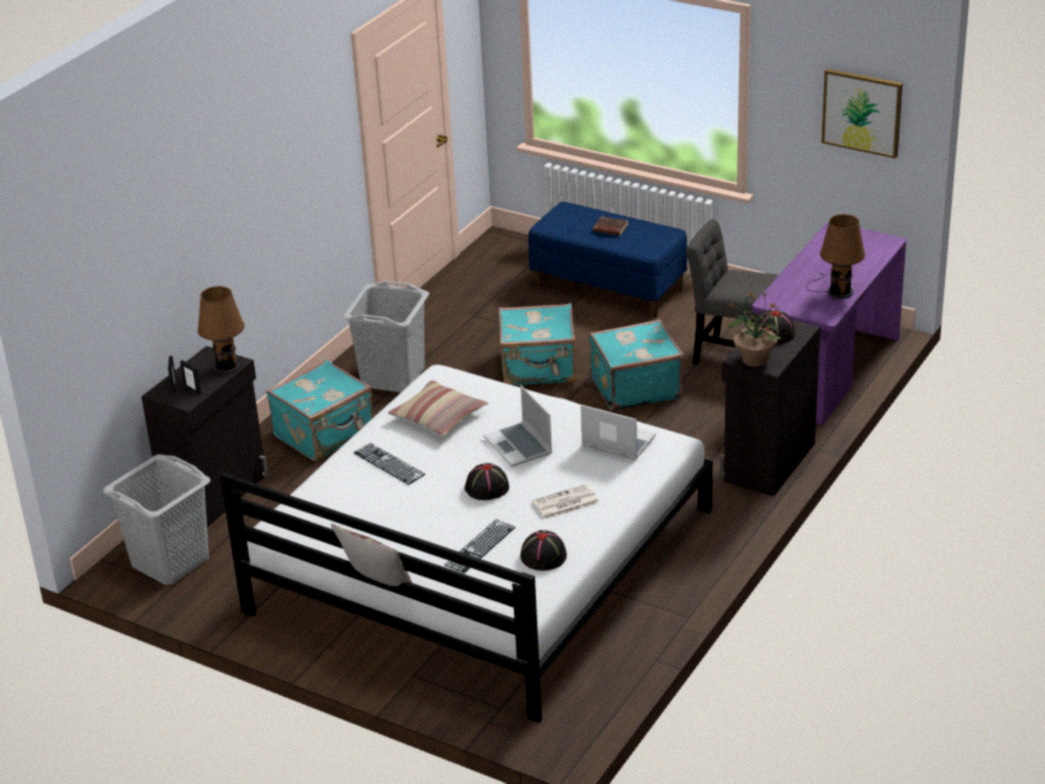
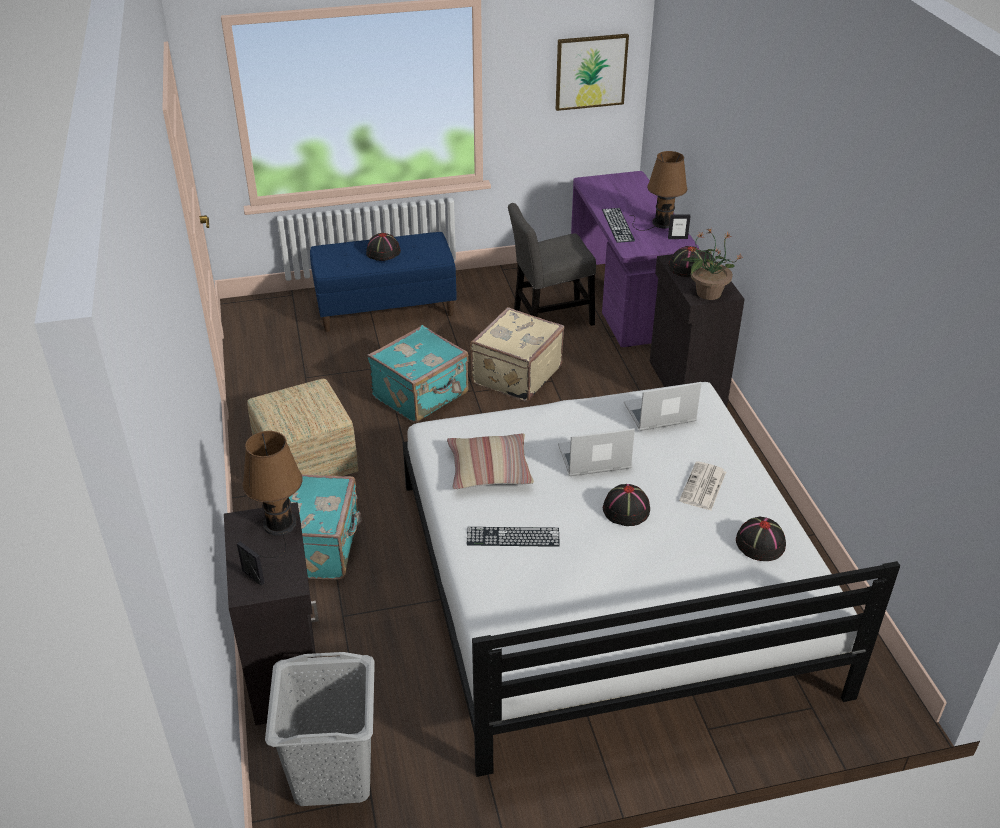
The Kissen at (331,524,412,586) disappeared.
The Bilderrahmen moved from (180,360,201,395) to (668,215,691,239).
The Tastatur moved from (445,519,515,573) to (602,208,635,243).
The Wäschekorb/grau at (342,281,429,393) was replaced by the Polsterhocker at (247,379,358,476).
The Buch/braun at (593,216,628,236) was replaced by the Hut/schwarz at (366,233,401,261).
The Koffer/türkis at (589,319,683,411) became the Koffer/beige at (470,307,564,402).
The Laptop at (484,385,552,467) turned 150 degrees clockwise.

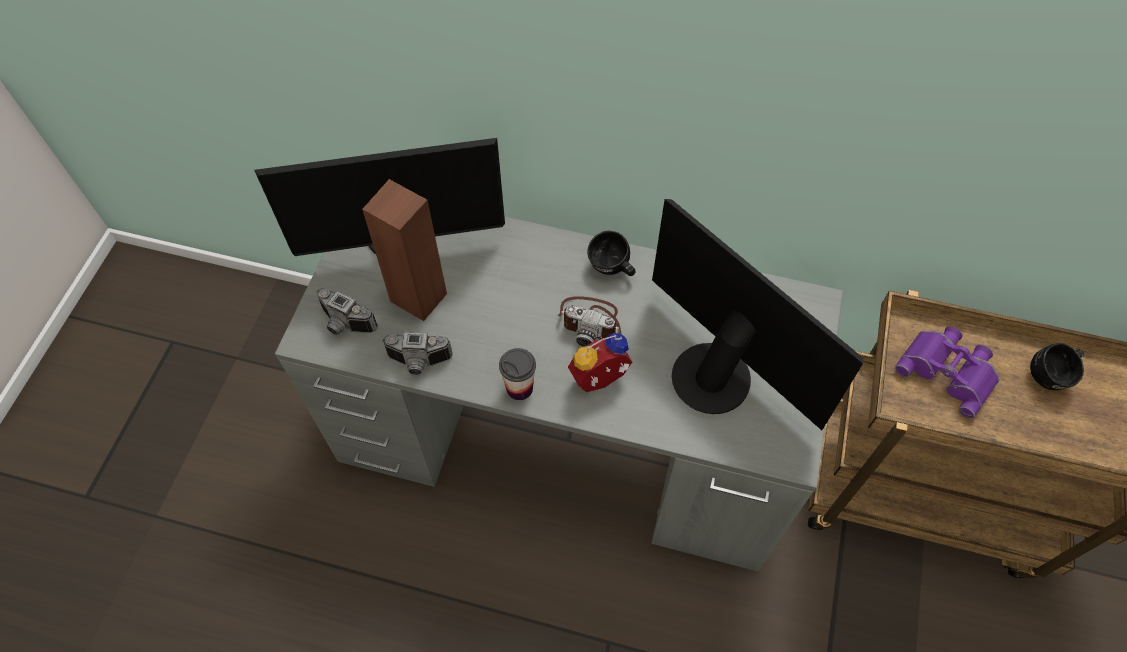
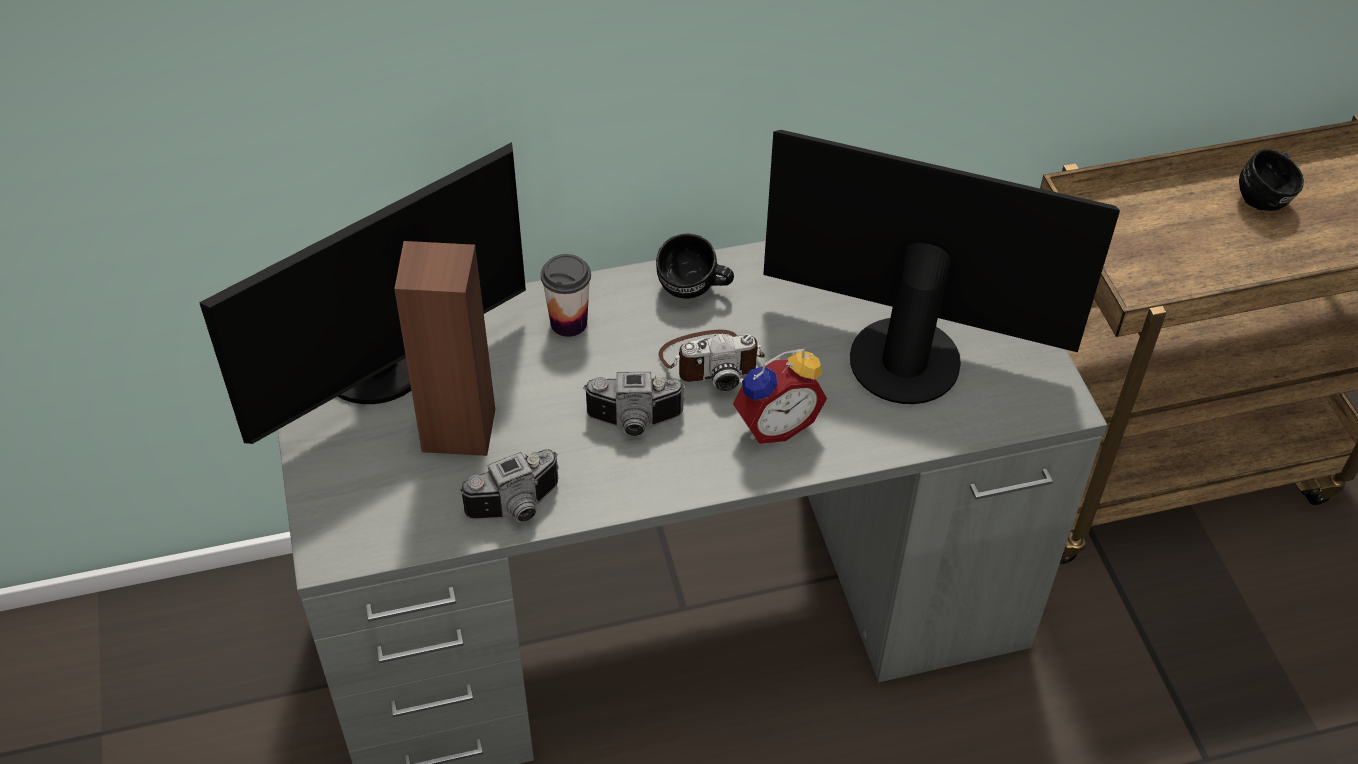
The Fernglas/lila at (895,326,999,418) disappeared.
The Kamera moved from (317,288,378,335) to (583,371,685,436).
The Tasse moved from (499,348,536,400) to (541,254,591,337).
The Wecker at (568,333,632,392) turned 150 degrees counterclockwise.

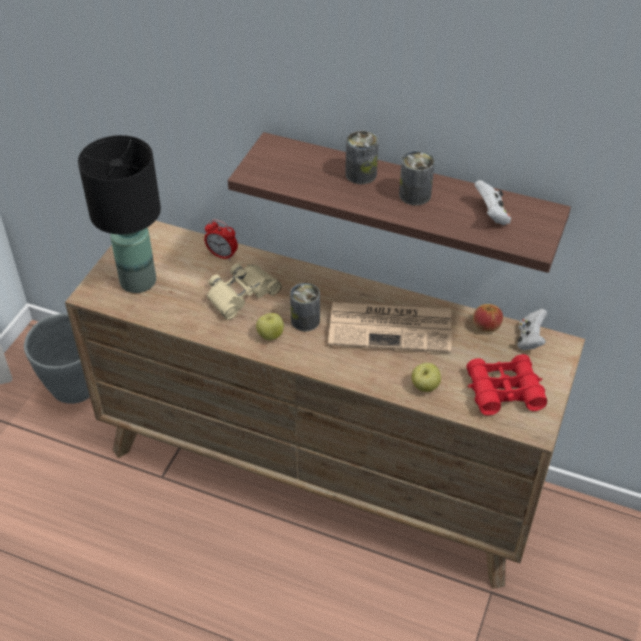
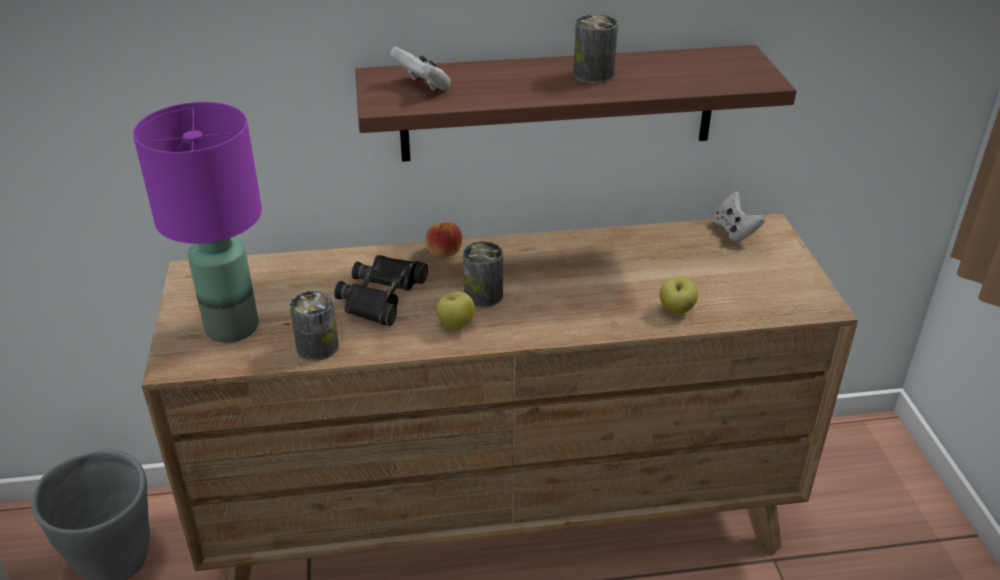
The Wecker at (204,219,238,260) disappeared.
The Zeitung at (328,302,451,353) disappeared.
The Fernglas/rot at (467,354,547,415) disappeared.
The Dose moved from (345,131,379,184) to (290,290,339,361).
The Apfel moved from (473,304,503,332) to (425,222,462,258).
The Gamepad/weiß moved from (474,180,511,225) to (390,47,451,91).
The Tischlampe/schwarz at (78,135,161,293) became the Tischlampe/lila at (133,102,262,343).
The Fernglas/beige at (207,263,281,320) became the Fernglas/schwarz at (334,255,428,326).

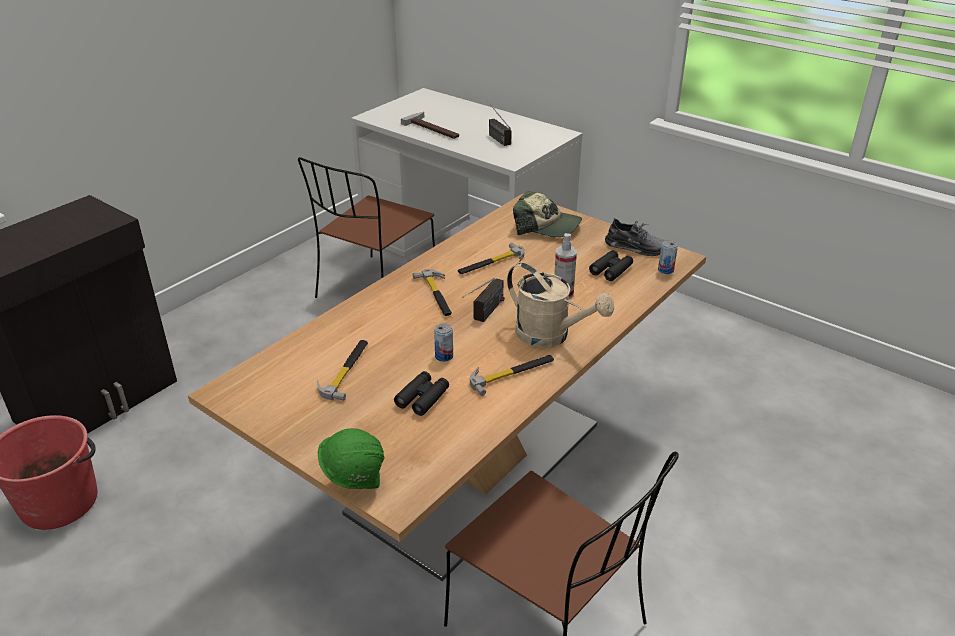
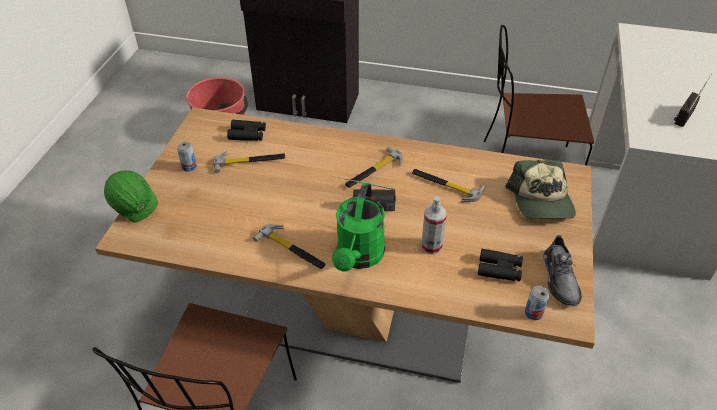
The Hammer at (401,112,459,139) disappeared.
The Fernglas/schwarz moved from (394,371,449,416) to (227,120,266,141).
The Dose moved from (434,323,453,362) to (177,142,197,172).
The Gießkanne/beige at (507,263,614,348) became the Gießkanne/grün at (332,183,385,272).

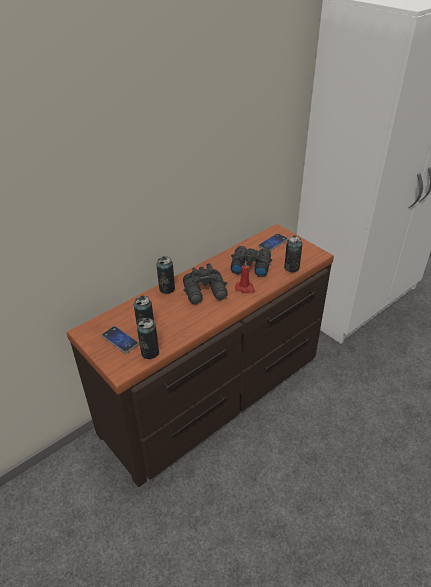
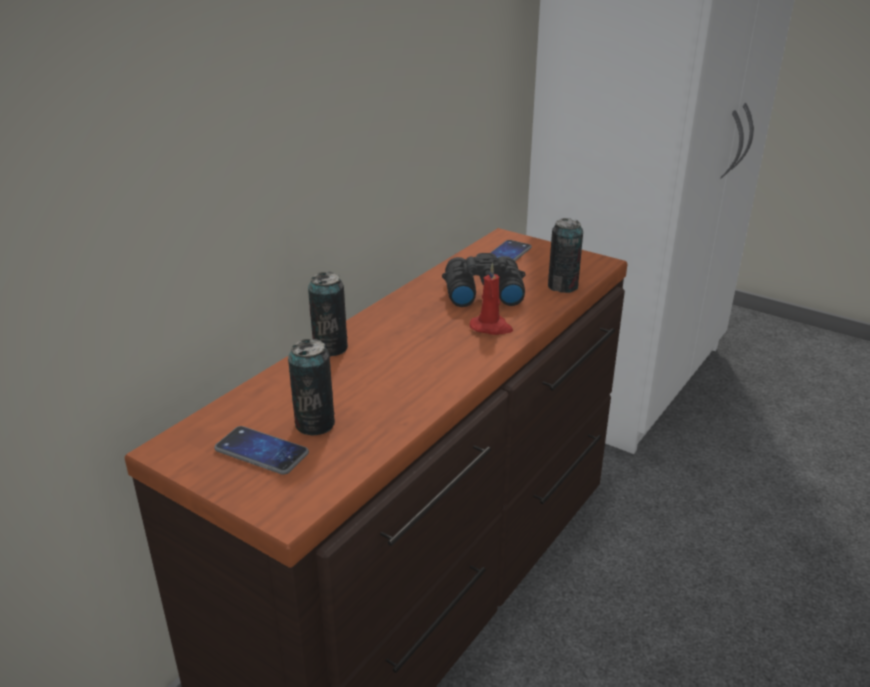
The Dose at (137,318,160,359) disappeared.
The Fernglas/schwarz at (183,263,228,304) disappeared.

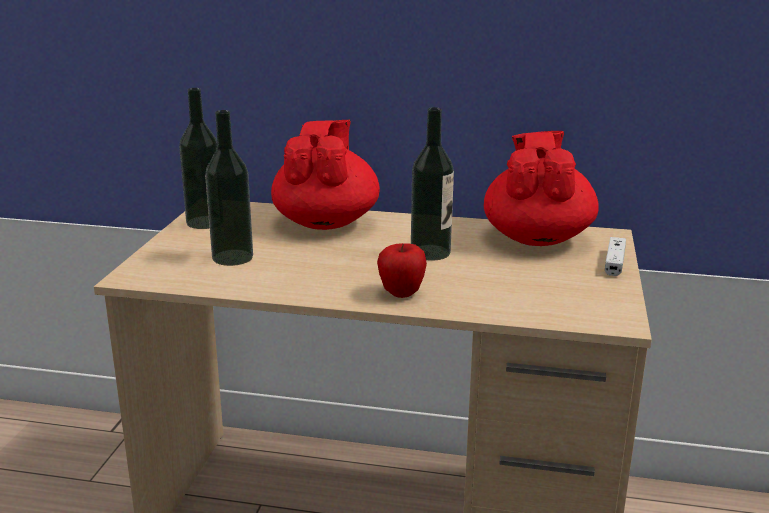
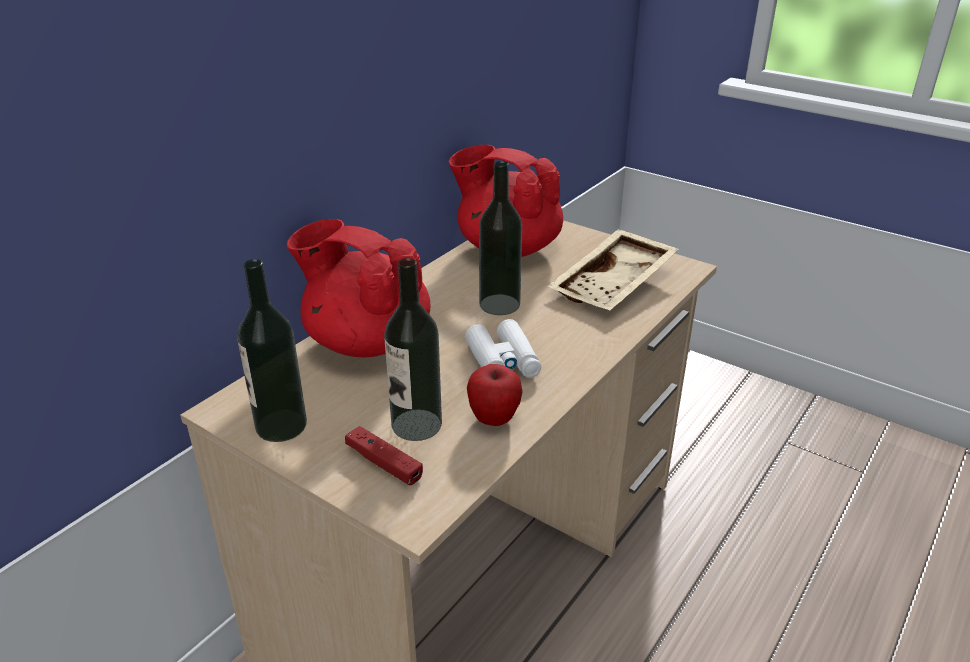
The Gamepad/weiß at (605,237,626,276) disappeared.
The Gamepad/rot at (345,426,423,486) appeared.
The Fernglas/weiß at (465,319,541,378) appeared.
The Tablett/beige at (547,229,679,310) appeared.
The Apfel moved from (377,243,427,298) to (467,364,523,426).

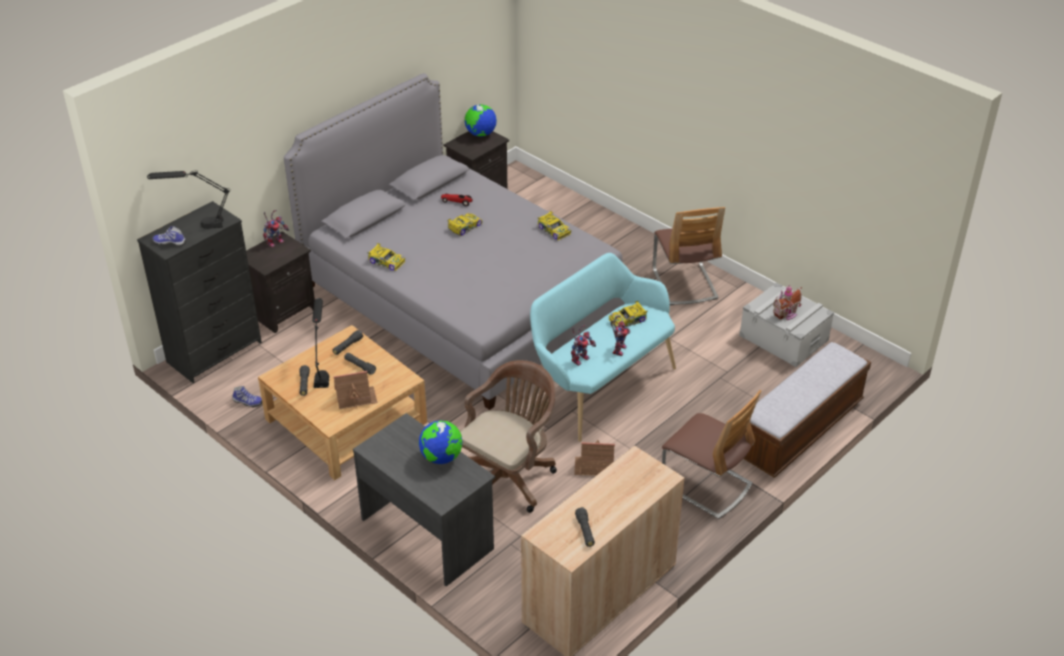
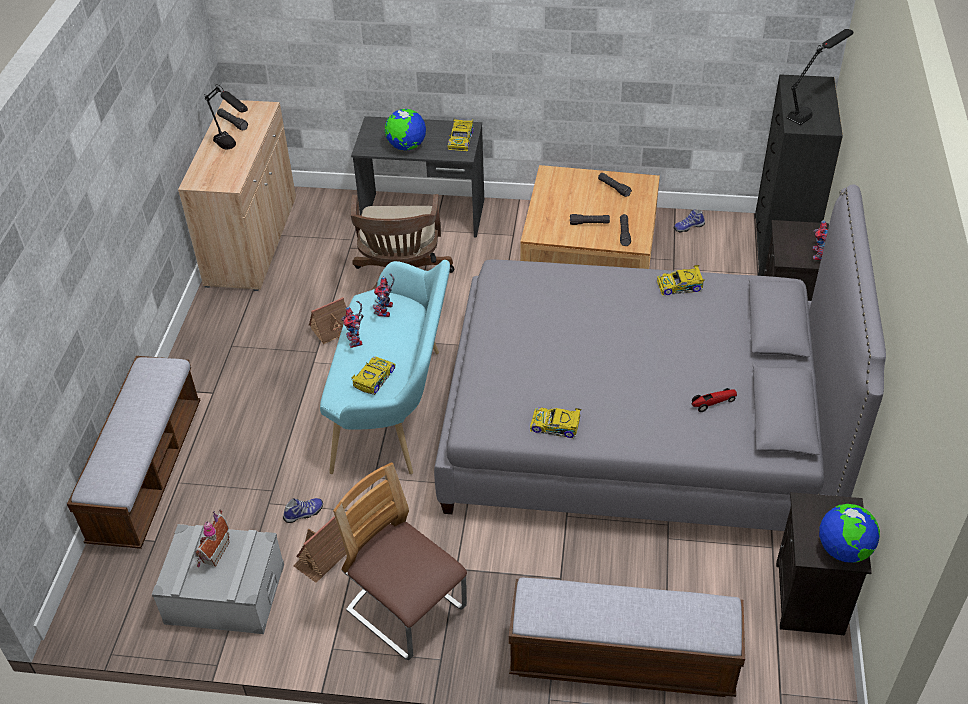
The Stuhl at (662,390,761,519) disappeared.
The Bank at (509,578,745,697) appeared.
The Schuh moved from (152,226,186,246) to (283,498,323,523).
The Tischlampe/schwarz moved from (312,298,329,388) to (204,84,248,149).
The Spielzeughaus moved from (333,371,378,410) to (293,516,346,583).
The Spielzeugauto moved from (447,213,483,236) to (448,119,474,151).

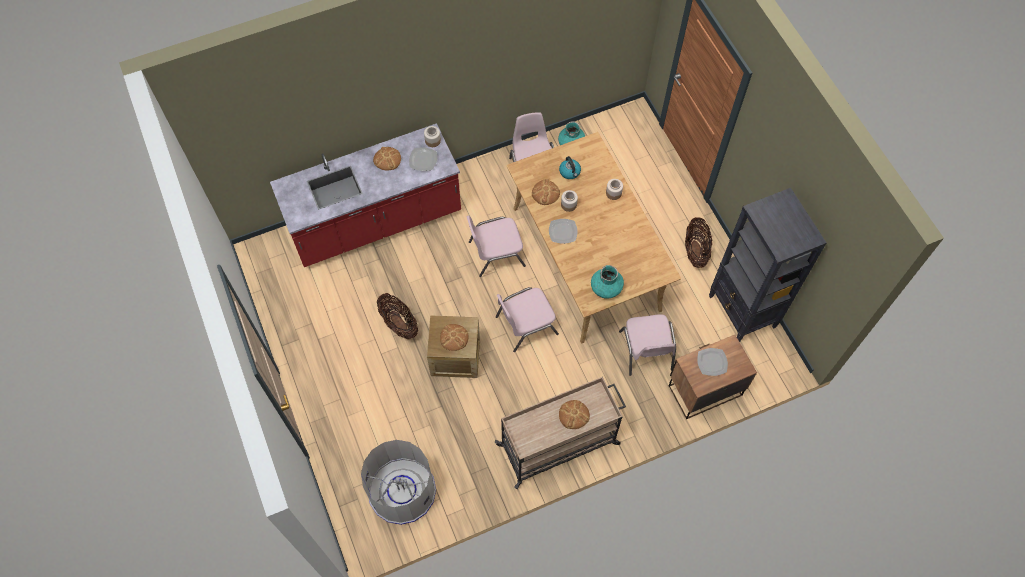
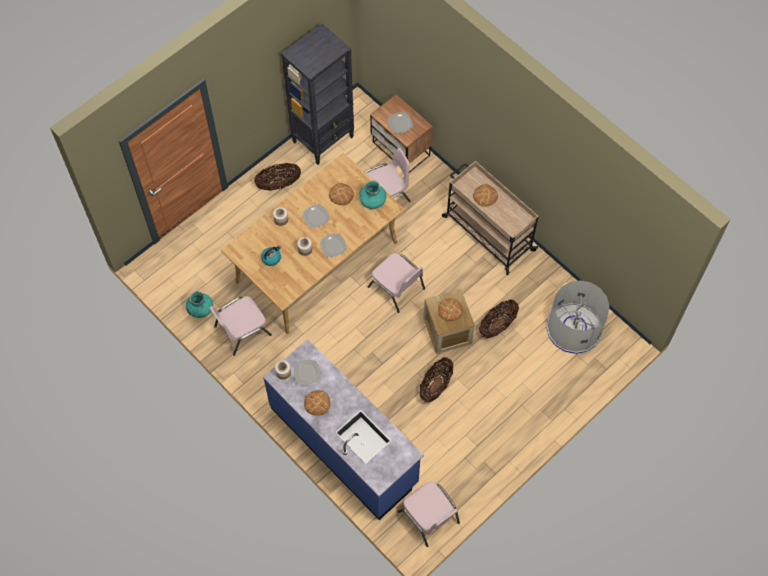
The Teller at (302,204,330,228) appeared.
The Korb at (479,299,519,338) appeared.
The Stuhl/rosa moved from (466,215,526,277) to (398,482,460,547).
The Brot moved from (532,179,560,205) to (329,183,354,205).
The Küchenzeile/rot at (270,123,461,267) became the Küchenzeile/blau at (263,339,424,520).

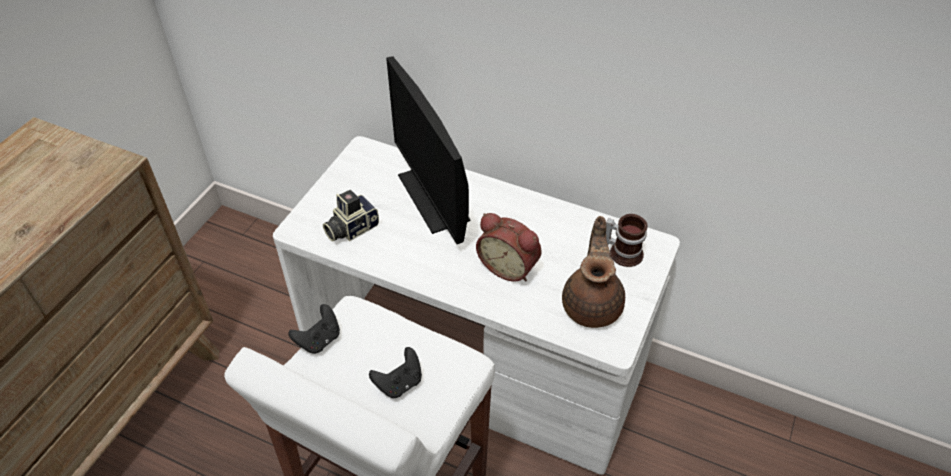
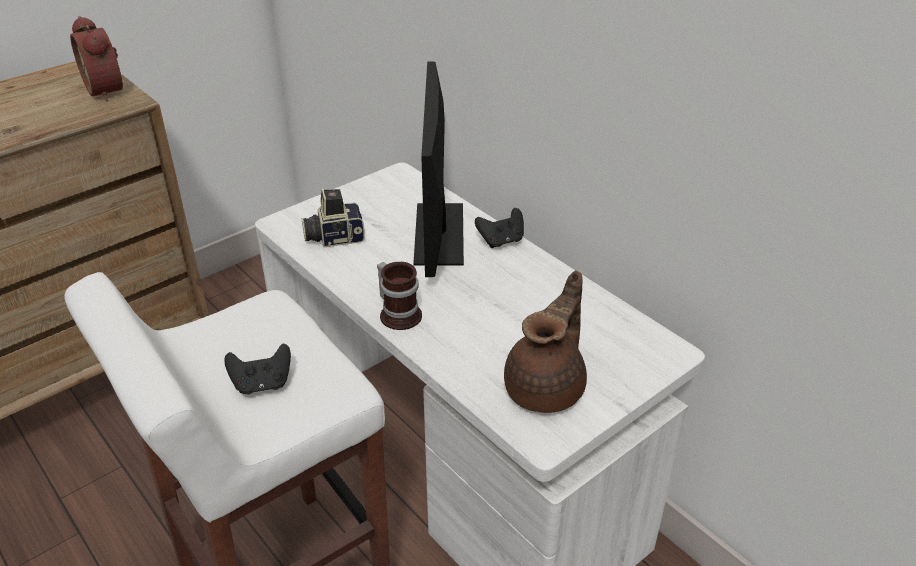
The Gamepad/schwarz moved from (288,304,340,354) to (475,208,524,248).
The Wecker moved from (476,213,542,282) to (70,16,123,101).
The Henkelbecher moved from (606,214,648,267) to (377,262,422,330).

